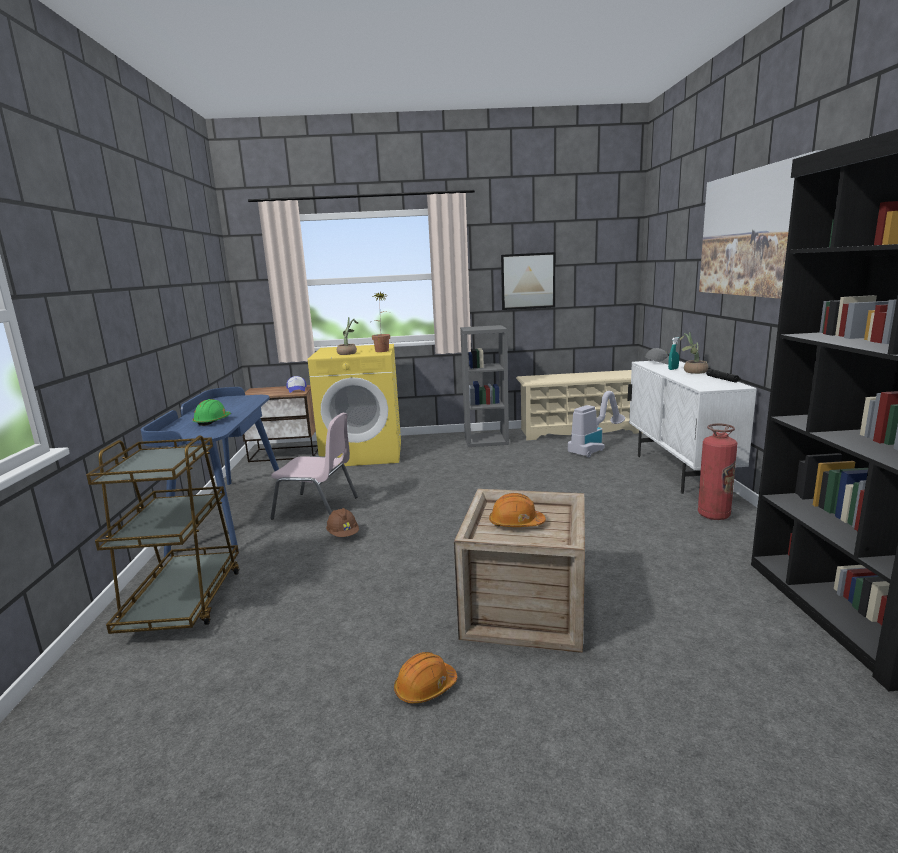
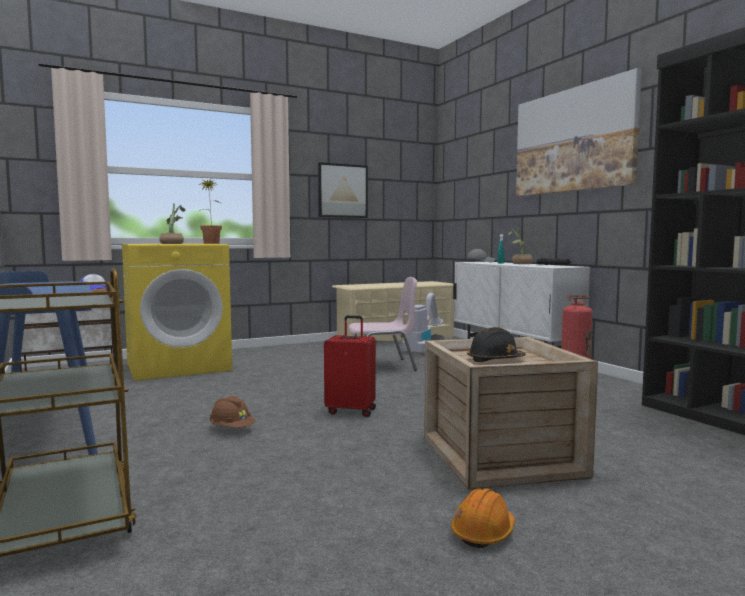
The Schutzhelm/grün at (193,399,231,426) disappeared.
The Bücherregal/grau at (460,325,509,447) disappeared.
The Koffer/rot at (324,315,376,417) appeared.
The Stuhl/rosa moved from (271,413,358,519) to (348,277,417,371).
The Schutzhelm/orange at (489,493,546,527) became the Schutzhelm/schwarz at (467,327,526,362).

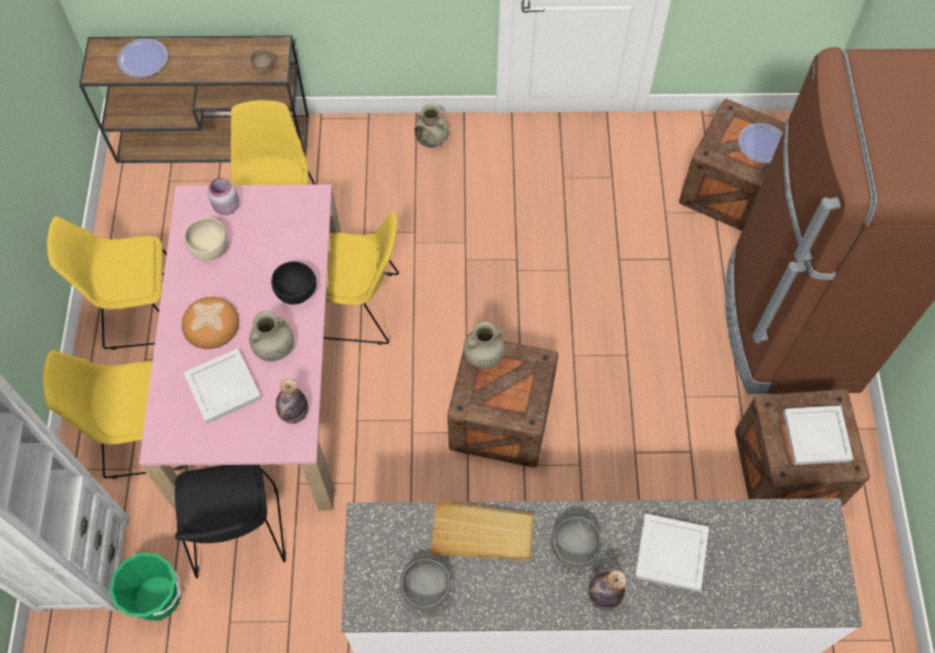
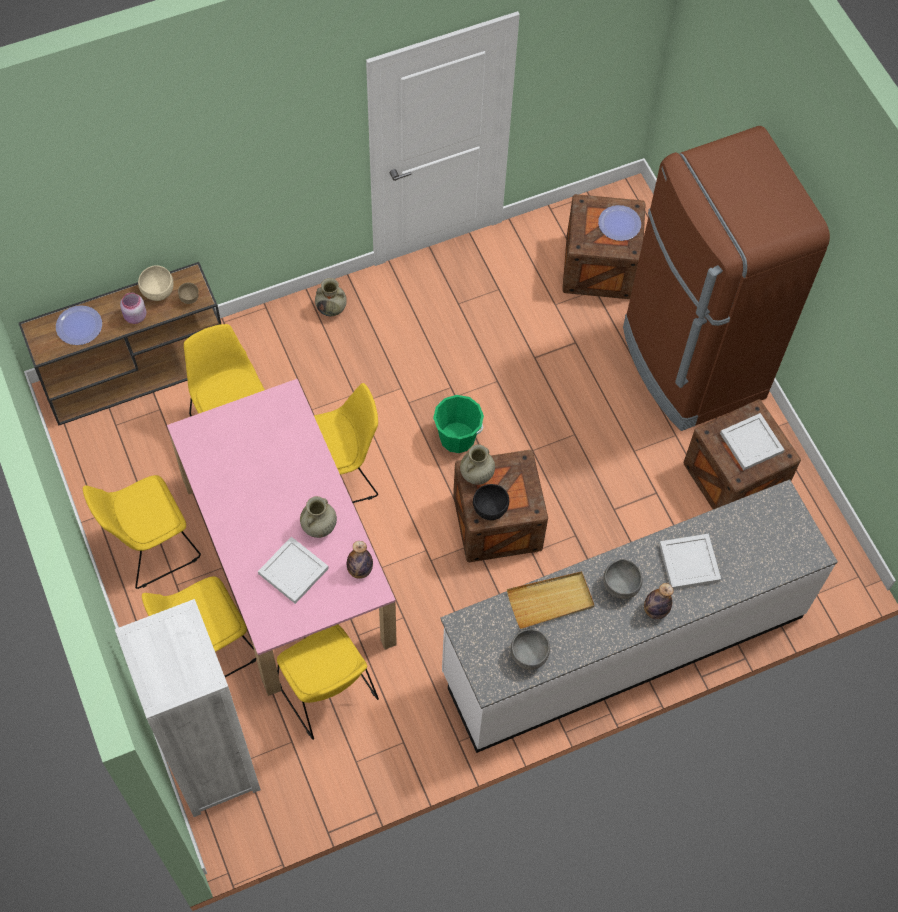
The Brot at (182,297,239,349) disappeared.
The Eimer/grün moved from (109,553,181,621) to (433,395,484,453).
The Schüssel/beige moved from (184,218,227,261) to (138,265,173,301).
The Vorratsglas/rosa moved from (208,177,239,215) to (120,293,146,324).
The Schüssel/schwarz moved from (271,261,316,305) to (473,484,509,520).
The Stuhl/schwarz at (175,465,286,579) became the Stuhl/gelb at (277,624,379,740).

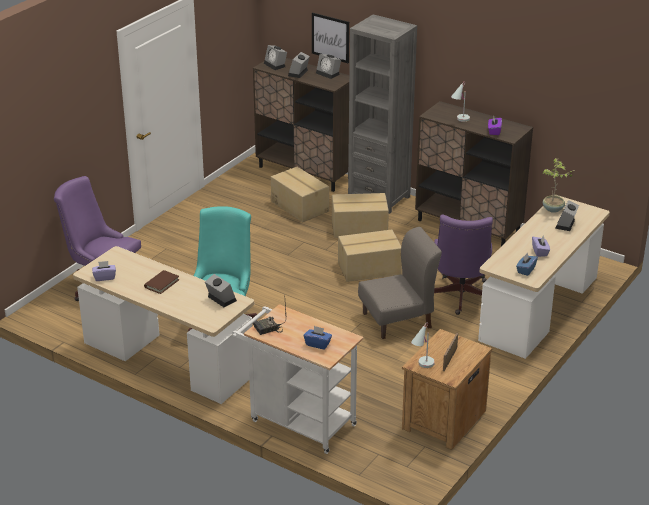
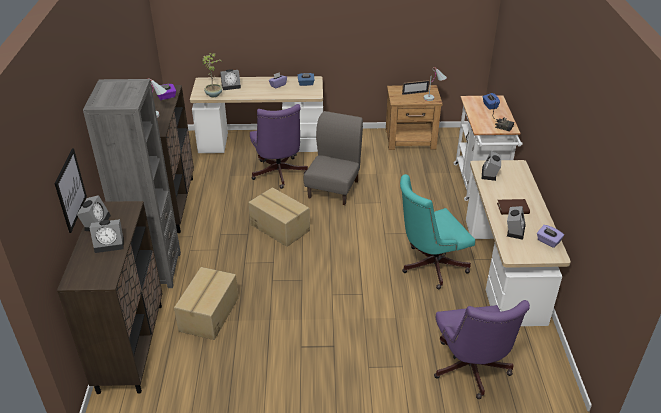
The Karton at (332,193,389,238) disappeared.
The Wecker moved from (264,45,287,70) to (507,206,526,240).
The Stuhl/grau at (358,227,442,339) turned 75 degrees clockwise.
The Bürostuhl/lila at (434,214,493,315) turned 105 degrees clockwise.

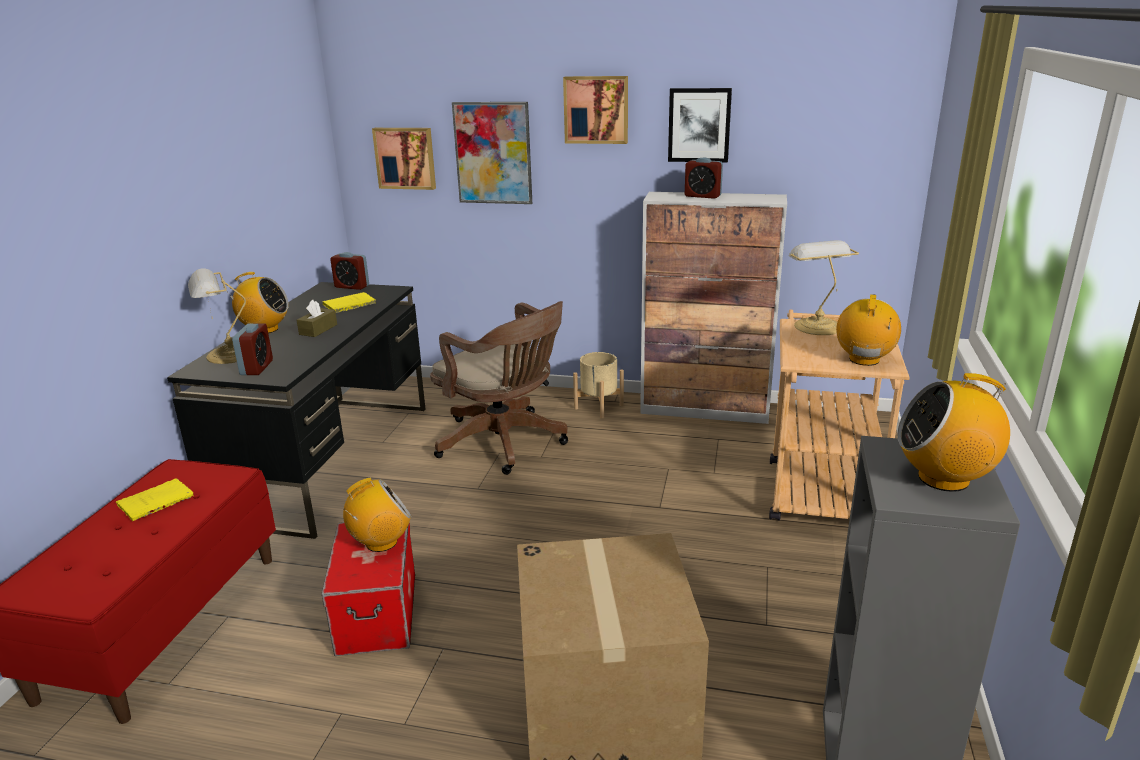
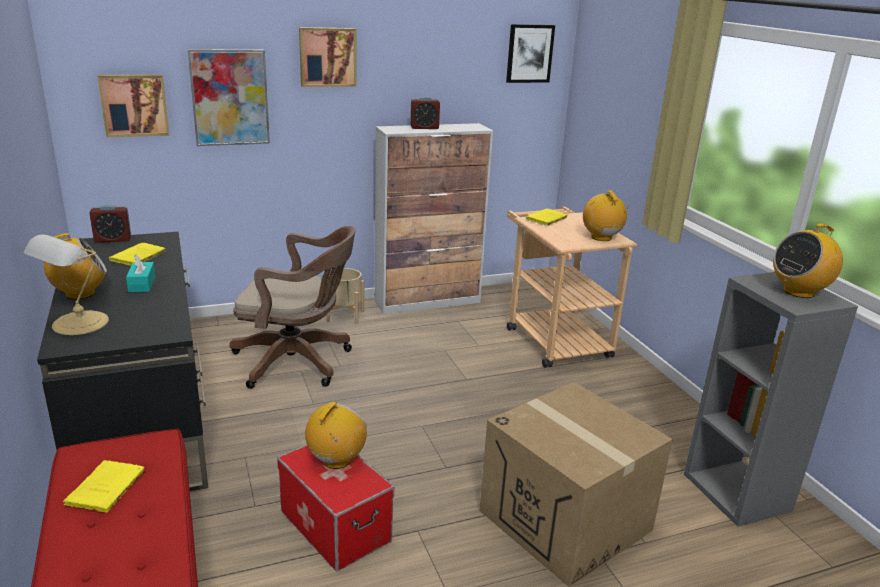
The Wecker at (232,323,273,375) disappeared.
The Bild moved from (668,88,732,162) to (506,24,555,83).
The Tischlampe at (789,240,859,335) was replaced by the Buch/gelb at (526,209,568,226).
The Taschentuchbox/braun at (297,300,337,337) became the Taschentuchbox/türkis at (126,254,155,292).

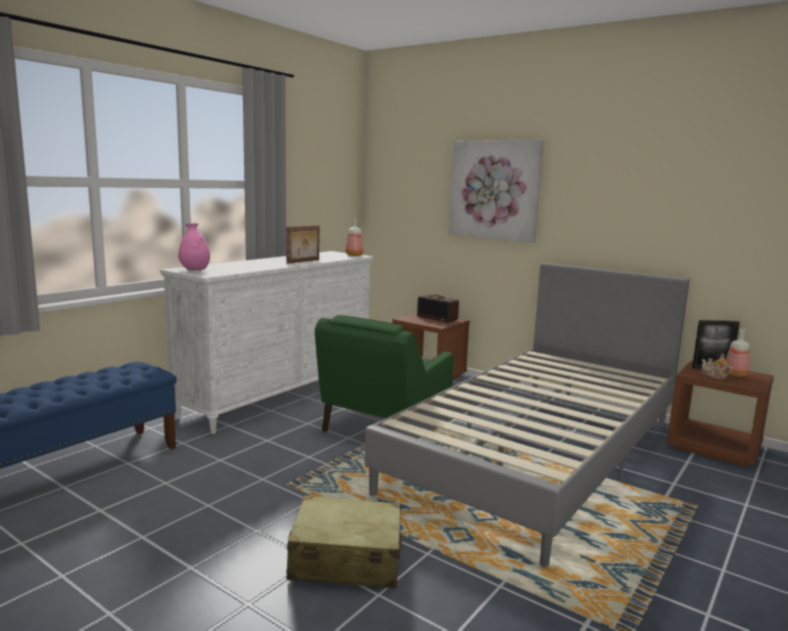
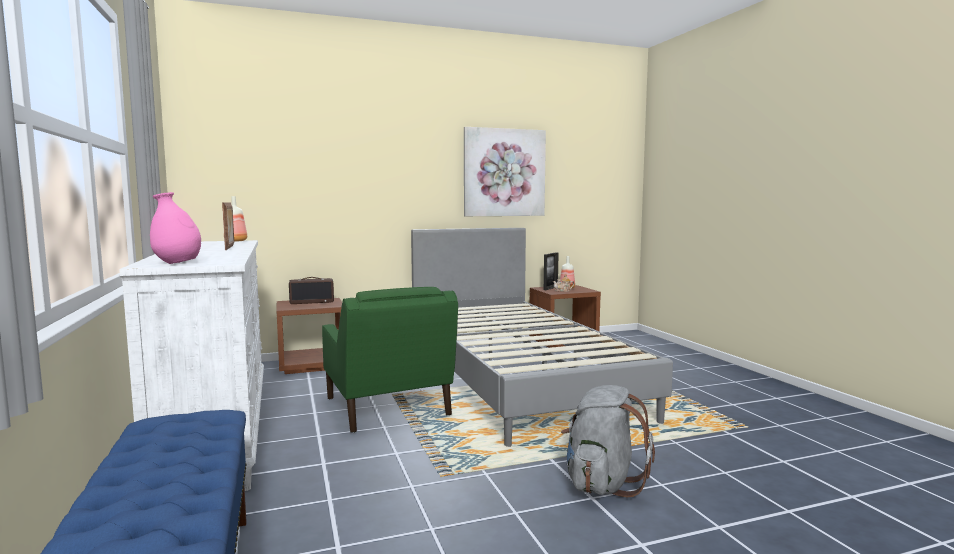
The Bild moved from (448,140,544,243) to (464,127,546,216).
The Koffer/beige at (287,495,402,588) was replaced by the Rucksack/grau at (561,385,655,497).

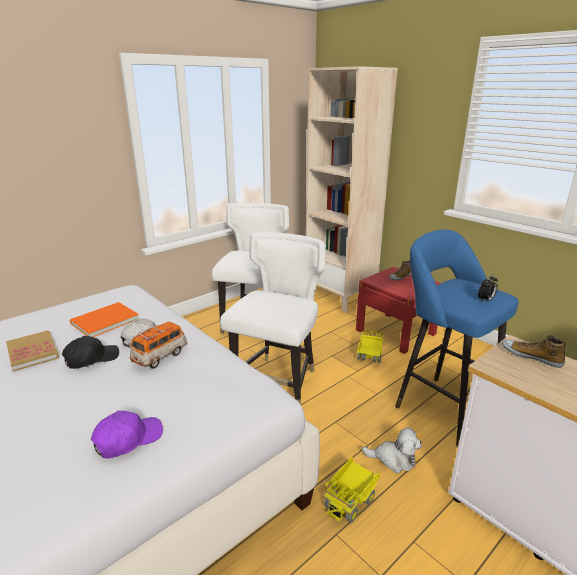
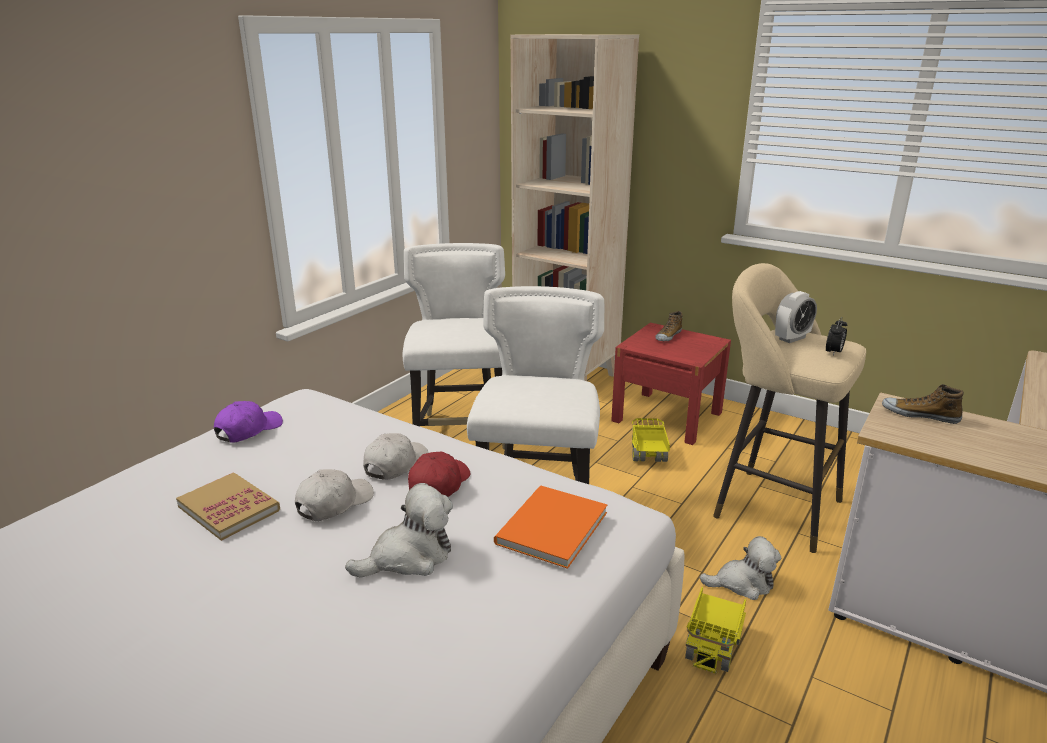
The Plüschtier at (345,483,453,577) appeared.
The Wecker at (775,291,817,343) appeared.
The Buch/orange moved from (70,302,139,337) to (494,485,607,569).
The Kappe/lila moved from (91,411,163,458) to (214,401,283,443).
The Spielzeugauto at (130,322,187,369) was replaced by the Kappe/rot at (408,452,470,497).
The Kappe/schwarz at (62,336,119,369) became the Kappe/weiß at (295,469,374,521).
The Hocker/blau at (395,230,519,446) became the Hocker/beige at (713,263,866,553).

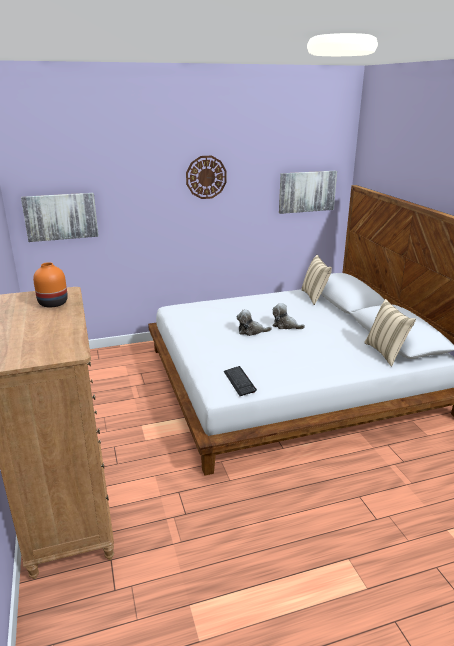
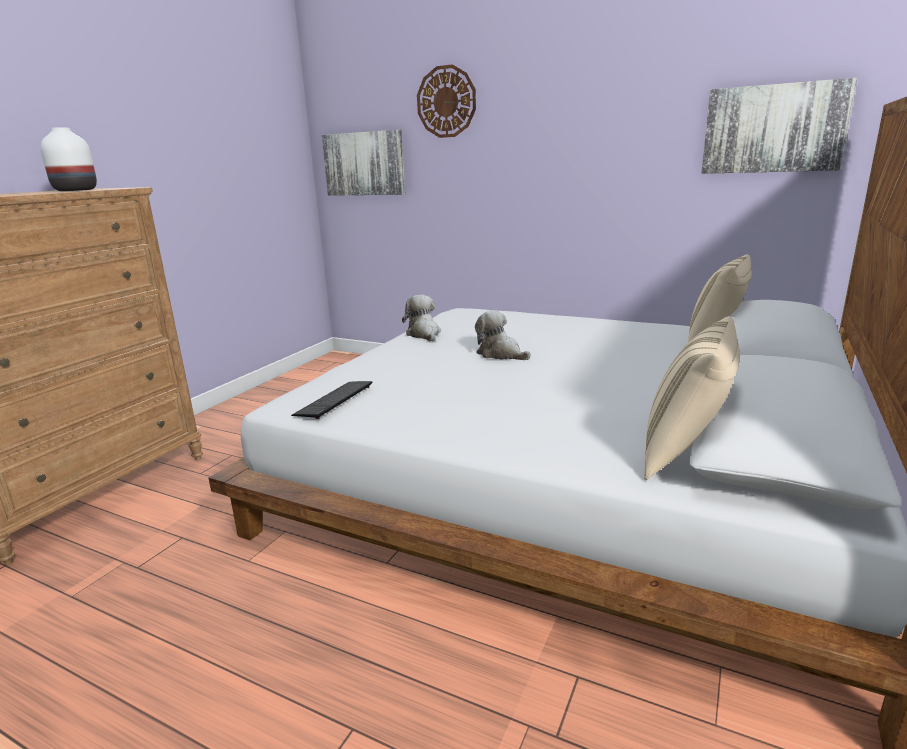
The Wanduhr moved from (186,156,227,199) to (417,64,476,138).
The Plüschtier moved from (273,303,305,329) to (402,295,441,341).
The Vase/orange at (33,262,68,308) became the Vase/weiß at (41,128,97,191).

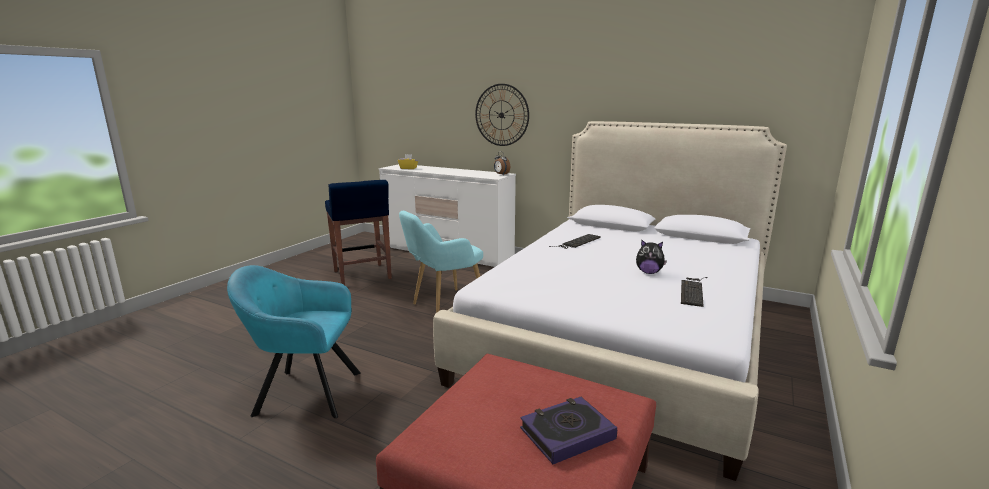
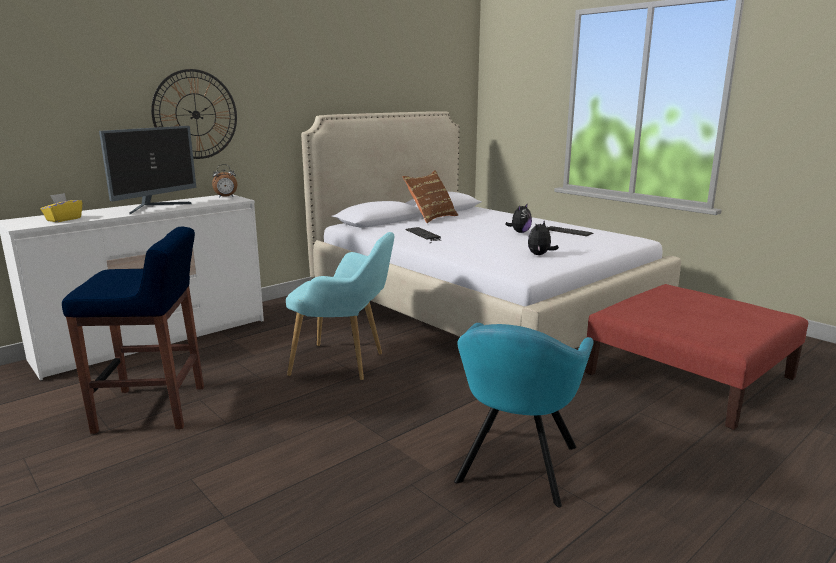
The Buch at (520,397,617,464) disappeared.
The Monitor at (99,126,196,214) appeared.
The Kissen/braun at (402,170,458,223) appeared.
The Plüschtier at (528,221,559,255) appeared.
The Sessel/türkis at (399,211,483,313) turned 60 degrees counterclockwise.

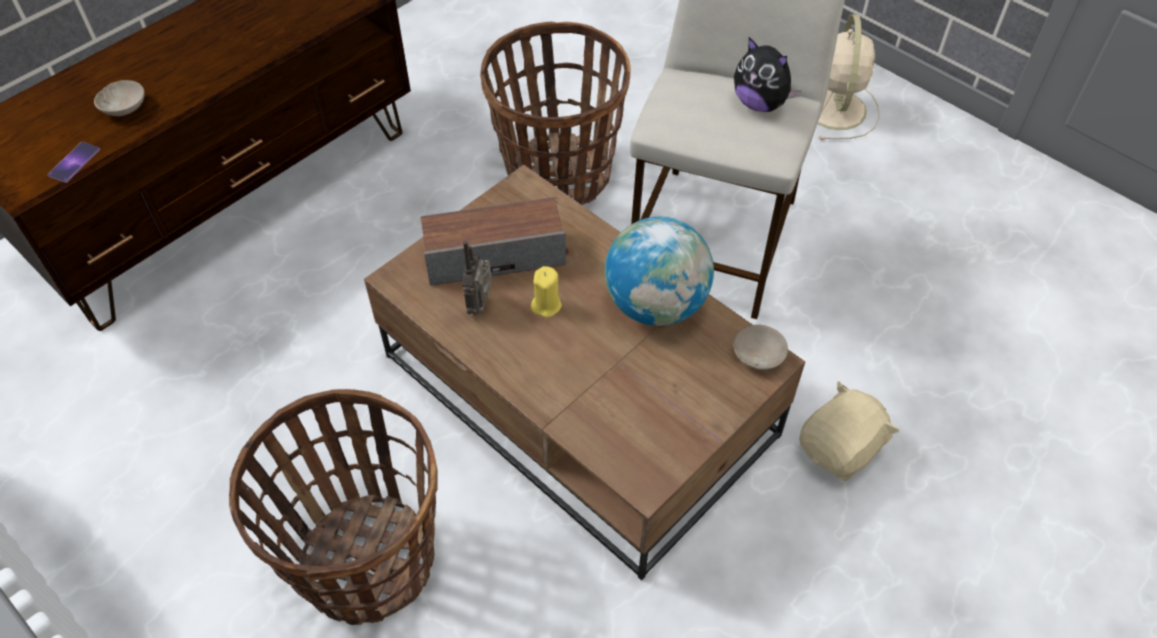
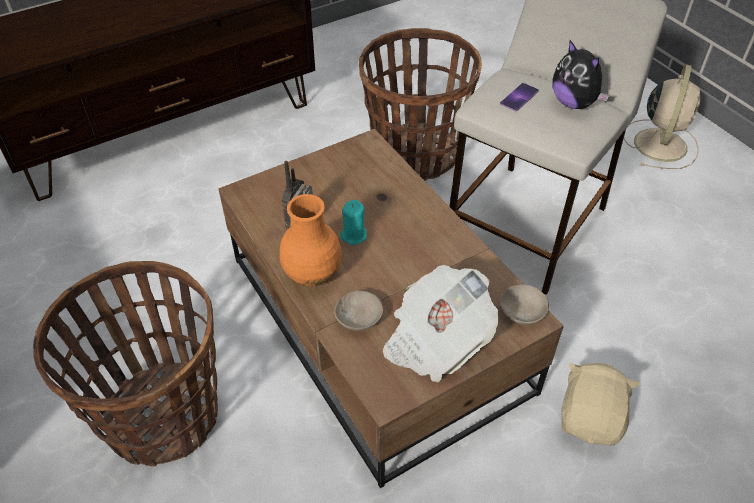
The Lautsprecher at (421,197,566,286) disappeared.
The Globus at (605,217,714,326) disappeared.
The Vase/orange at (280,194,342,287) appeared.
The Zeitung at (383,265,499,383) appeared.
The Handy moved from (48,142,100,183) to (500,83,539,112).
The Schüssel/beige moved from (94,80,145,116) to (334,291,383,331).
The Kerze/gelb at (531,266,562,318) became the Kerze/türkis at (340,200,367,245).
The Plüschtier/beige at (799,381,899,481) turned 45 degrees counterclockwise.

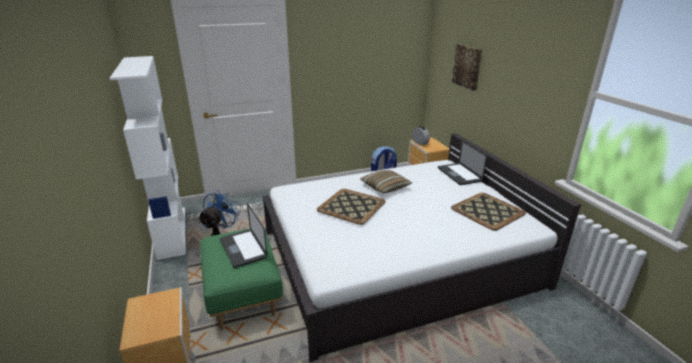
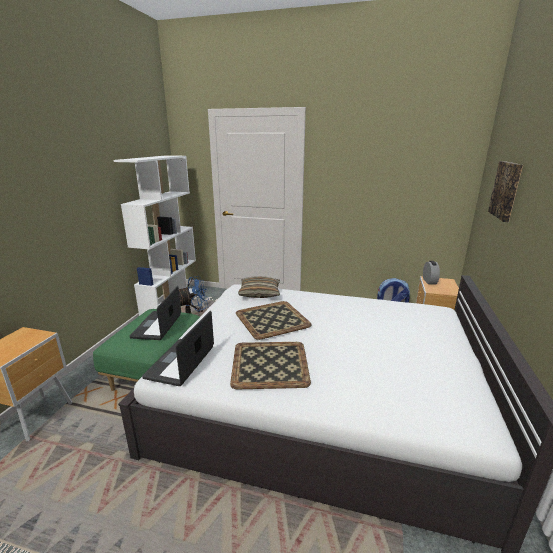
The Kissen moved from (360,170,412,193) to (238,276,280,298).
The Laptop moved from (438,141,487,185) to (142,311,214,386).
The Tablett moved from (451,193,526,231) to (230,342,311,389).

